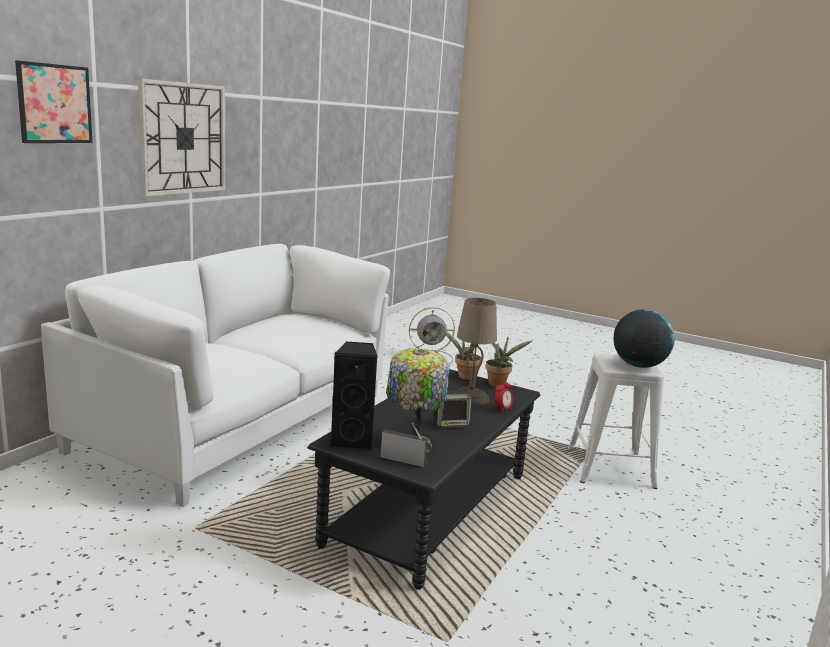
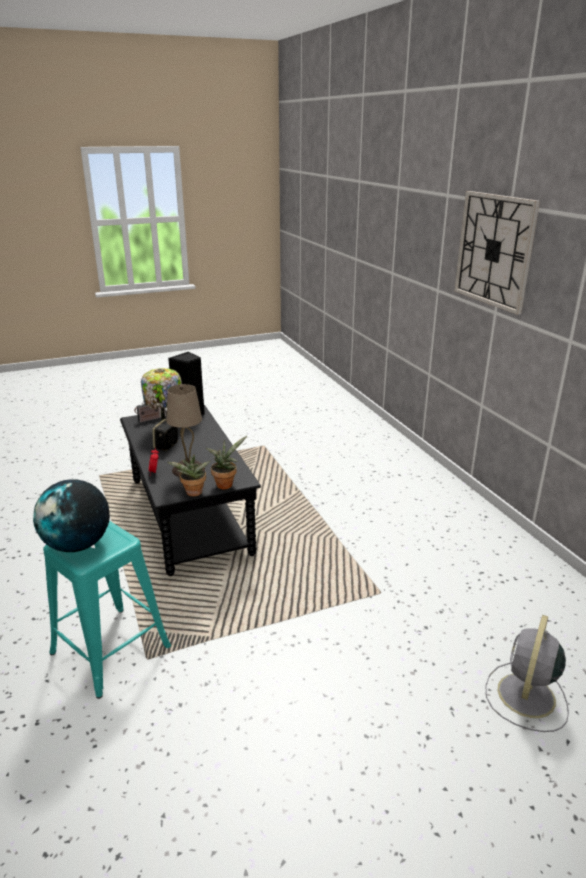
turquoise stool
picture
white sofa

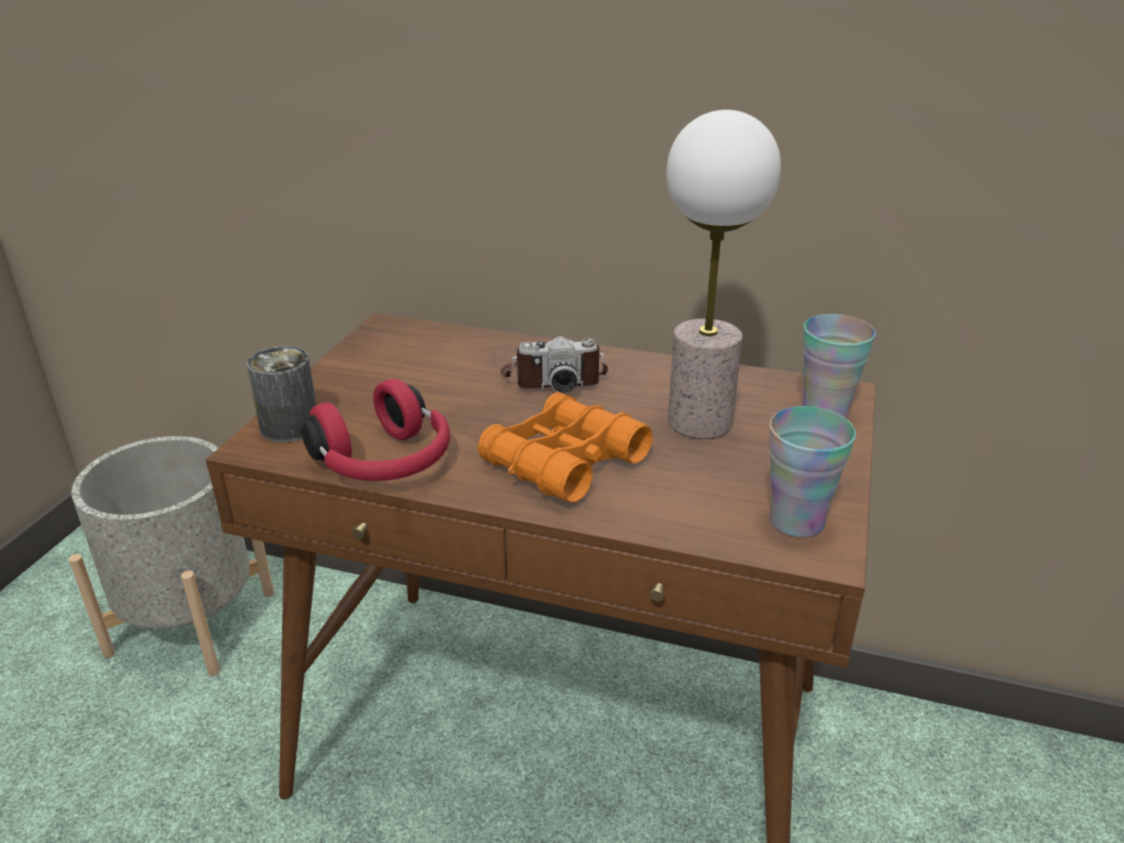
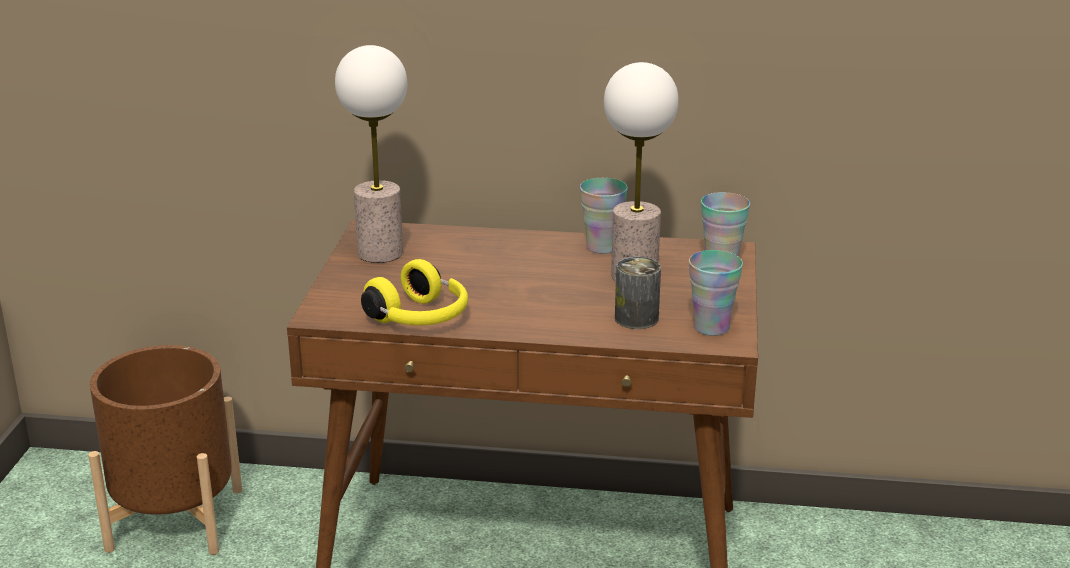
brown planter
table lamp (no. 1 from left)
yellow headphones
cup (no. 1 from left)
can
orange binoculars
photo camera

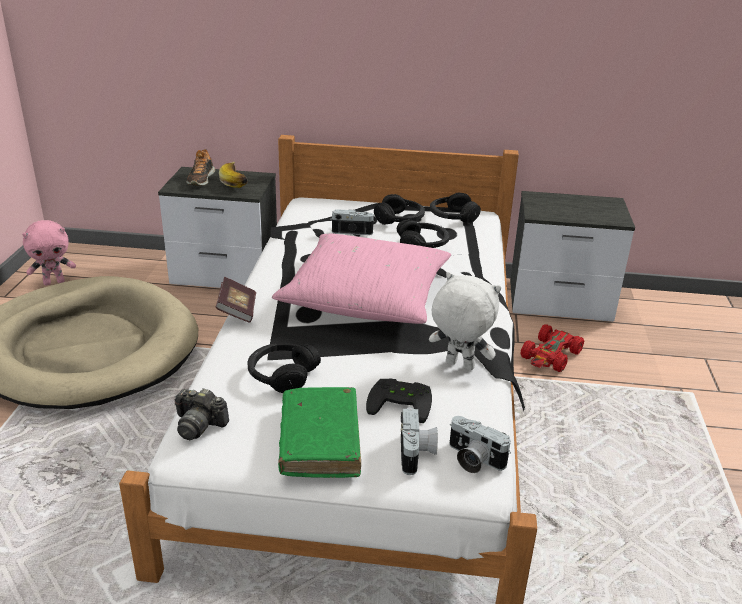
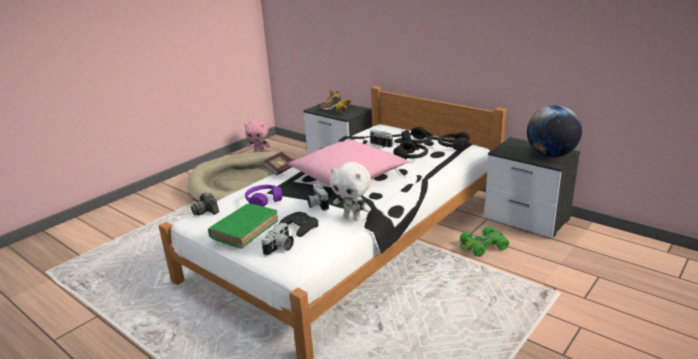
purple headphones
photo camera (no. 3 from left)
white plush toy
green toy car
globe

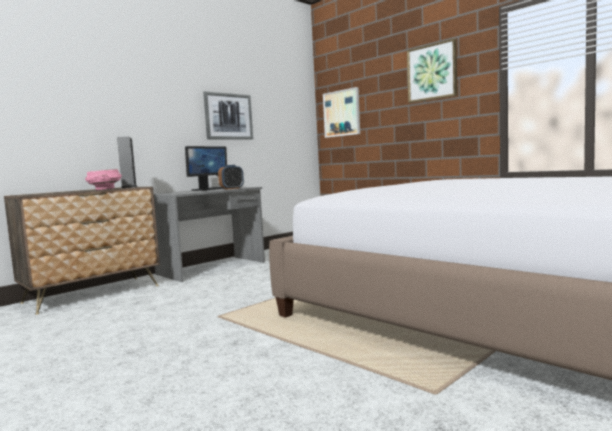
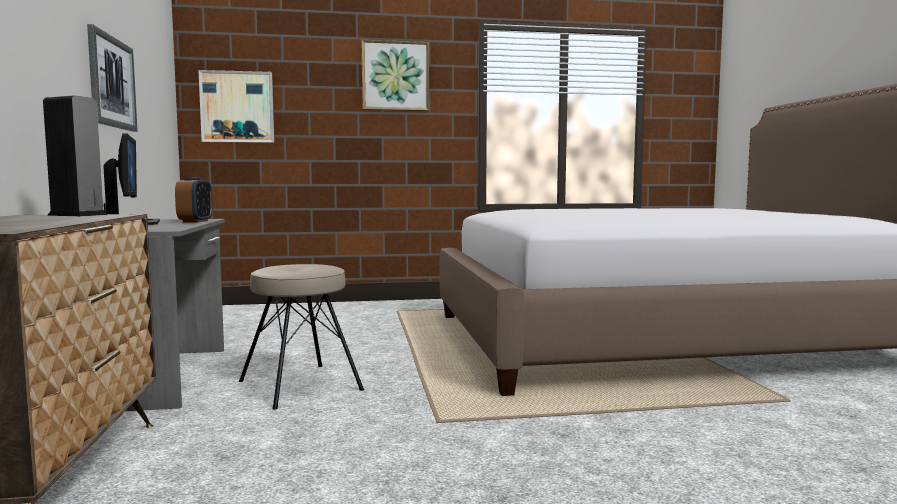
beige stool
pink bowl

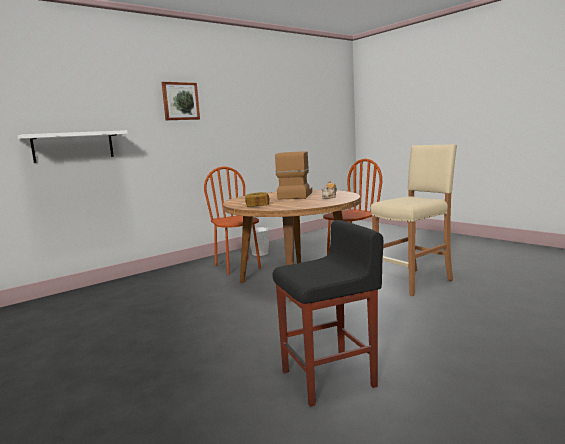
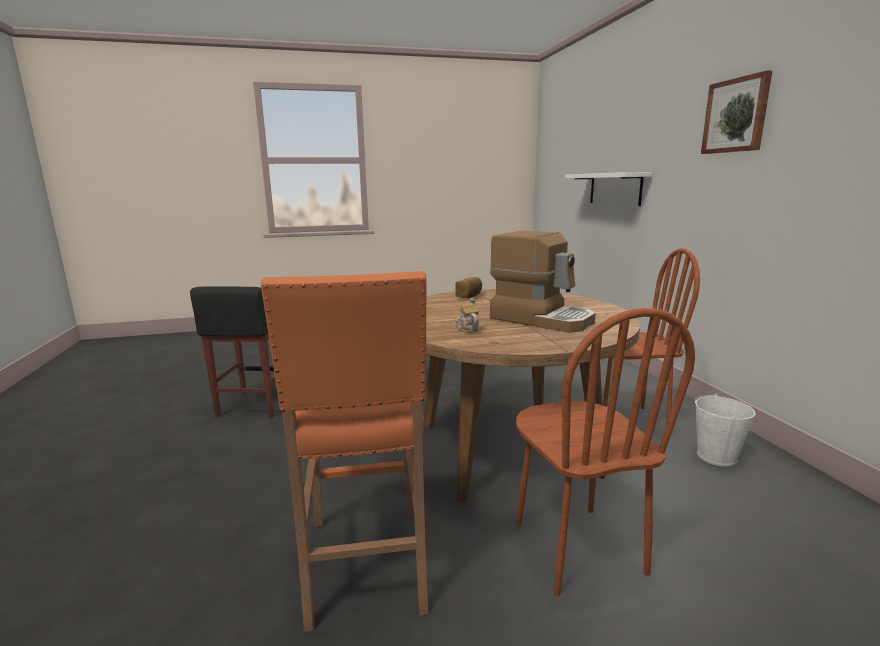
orange stool

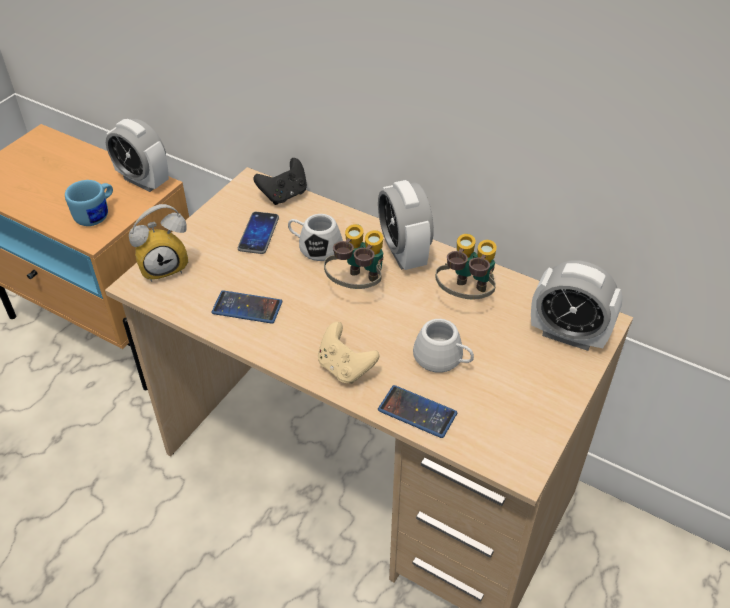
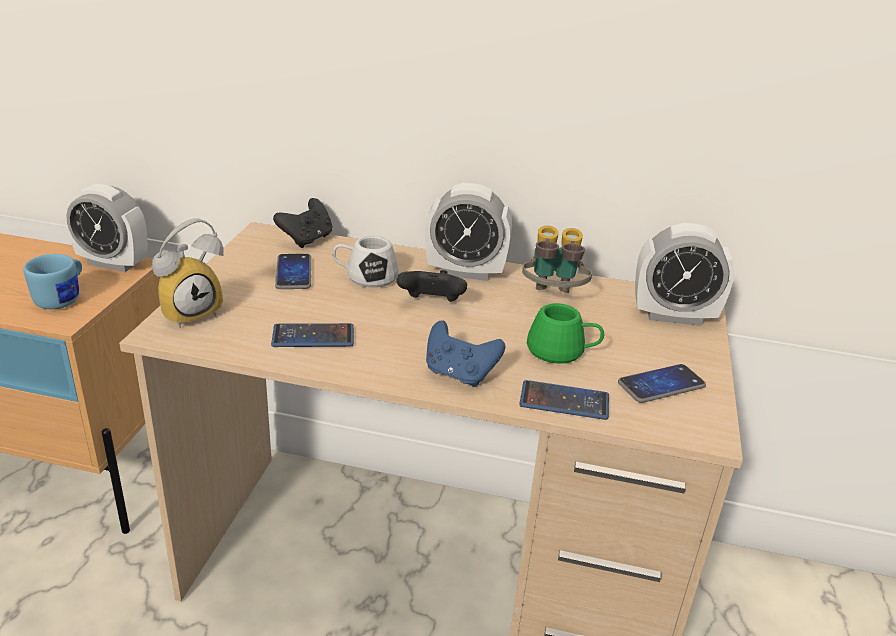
black game controller (no. 2 from left)
alarm clock (no. 3 from left)
blue game controller
green mug
phone (no. 4 from left)

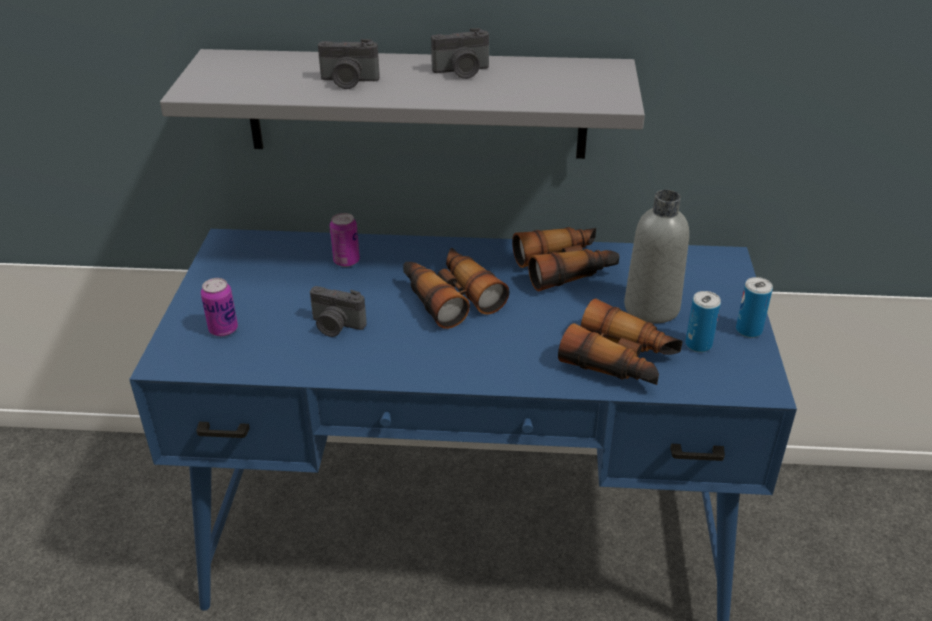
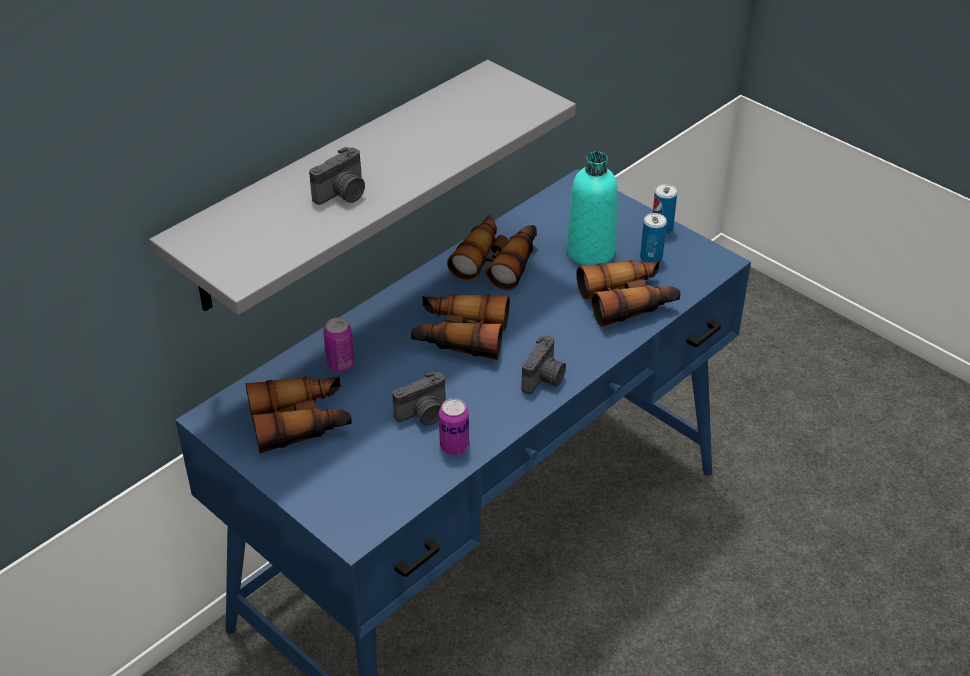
binoculars (no. 1 from left)
can (no. 2 from left)
photo camera (no. 3 from left)
turquoise bottle

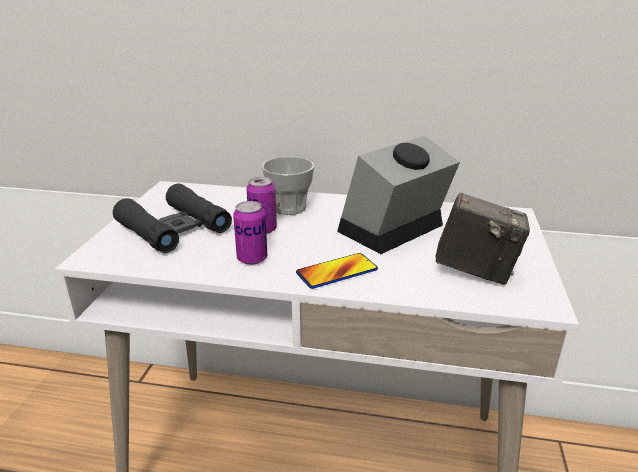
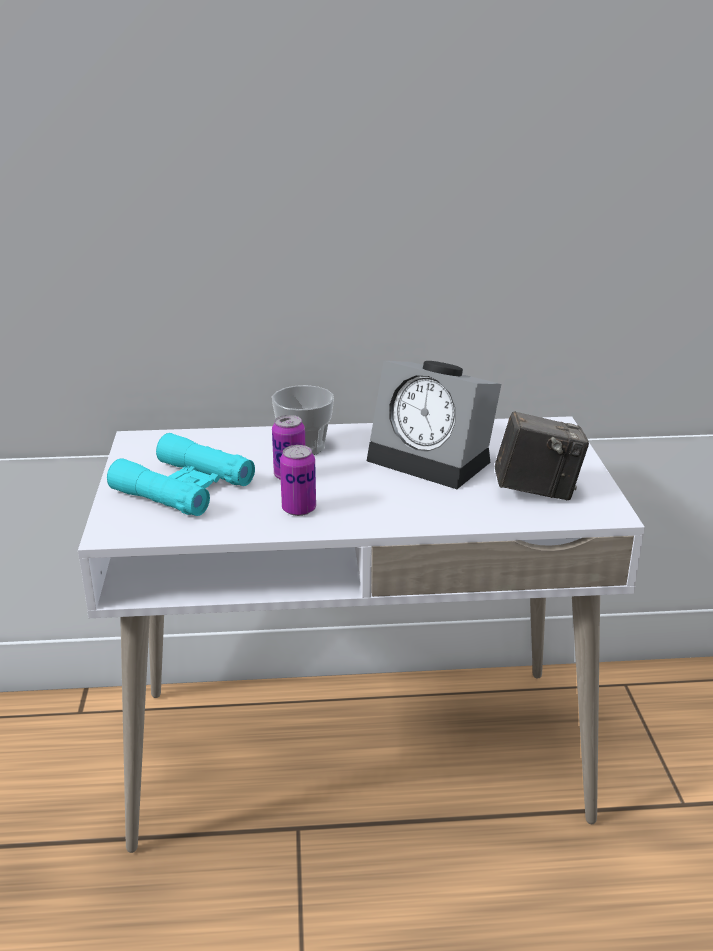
turquoise binoculars
alarm clock
phone

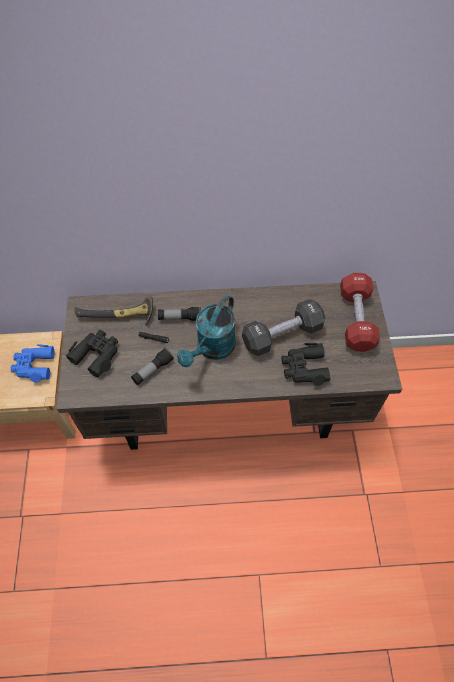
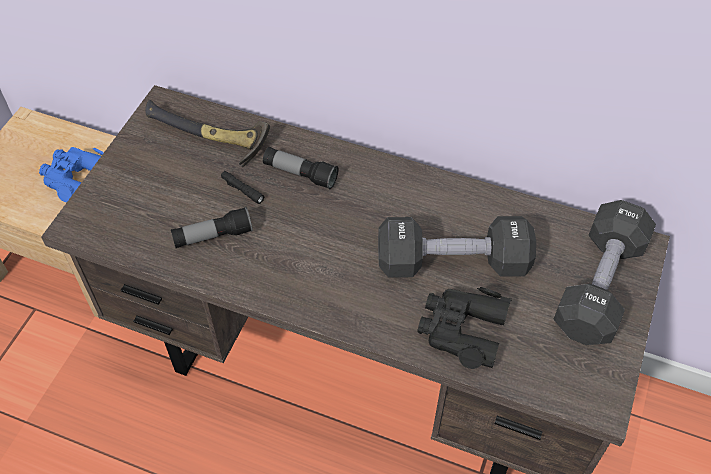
black dumbbell (no. 2 from left)
black binoculars (no. 1 from left in the first image)
turquoise watering can

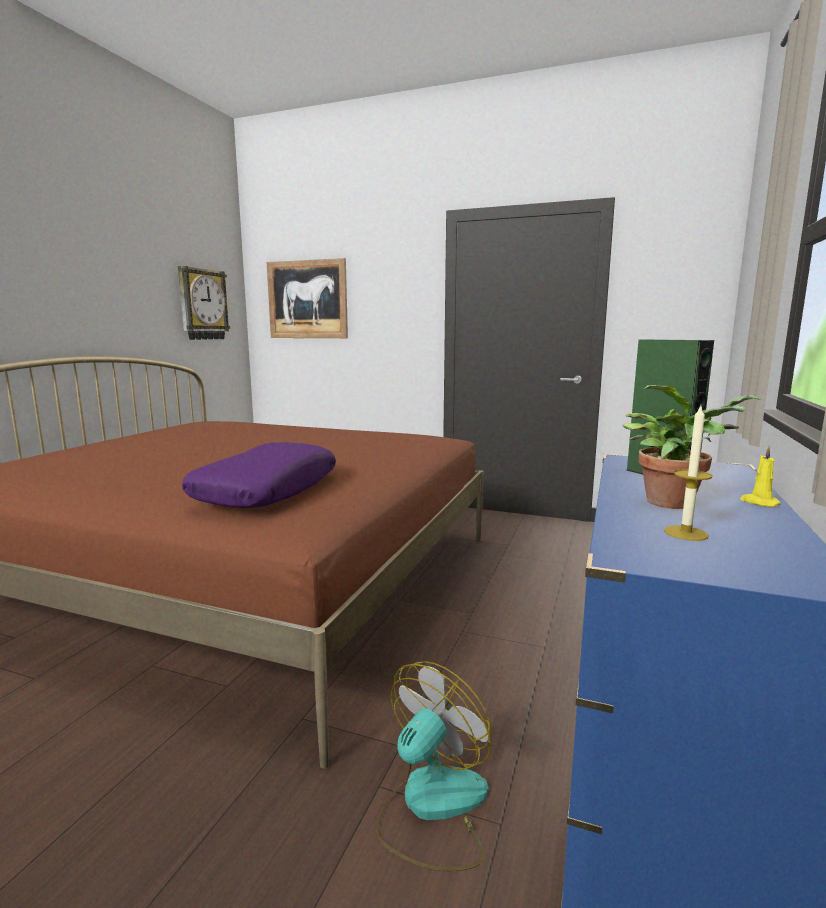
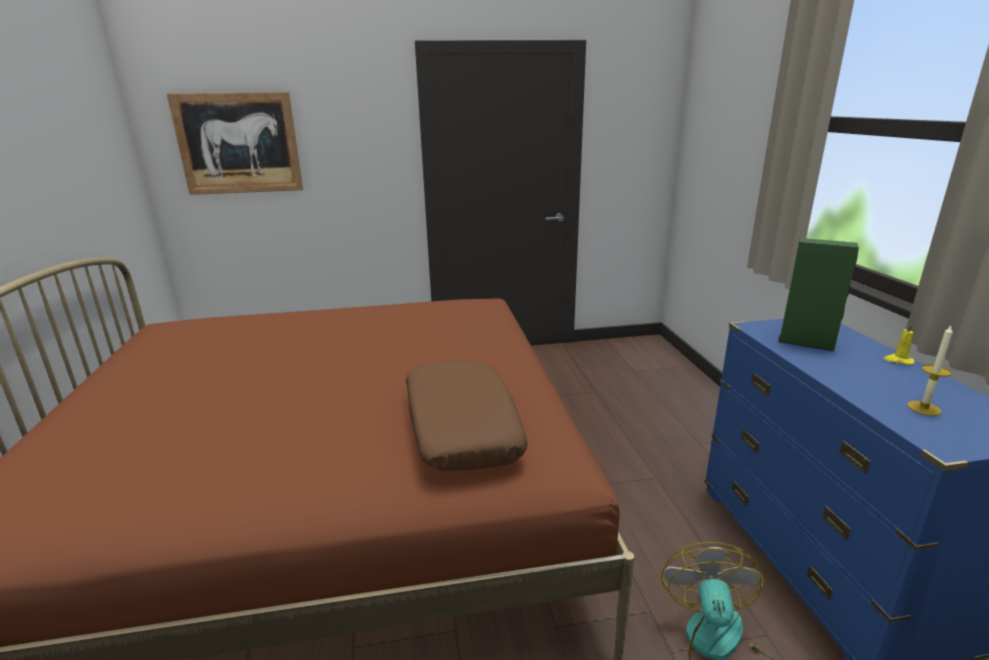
brown pillow
wall clock
potted plant

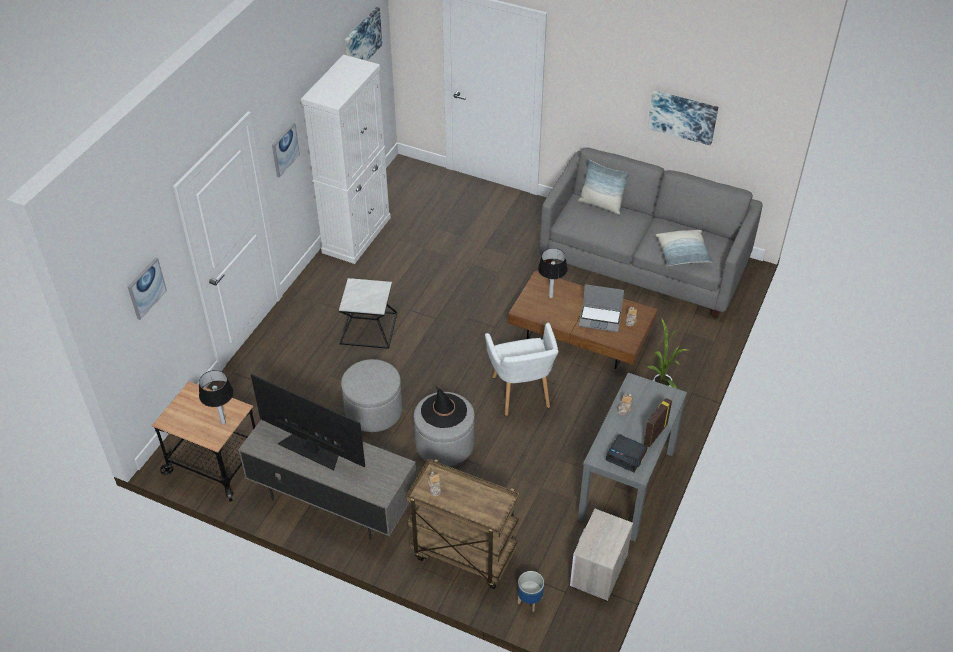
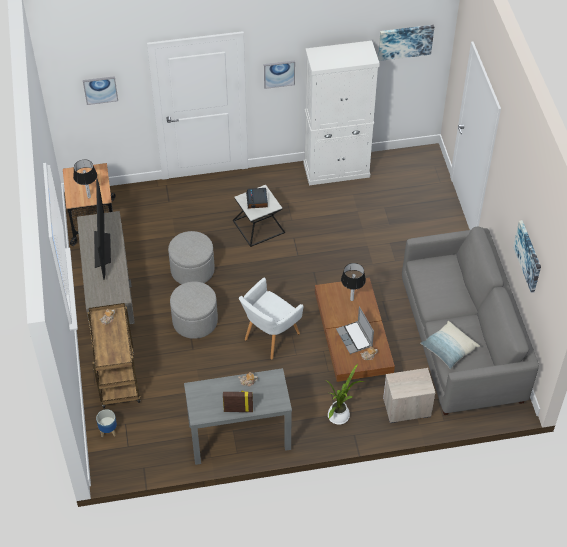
alarm clock
nightstand
black hat
pillow (no. 1 from left in the first image)

